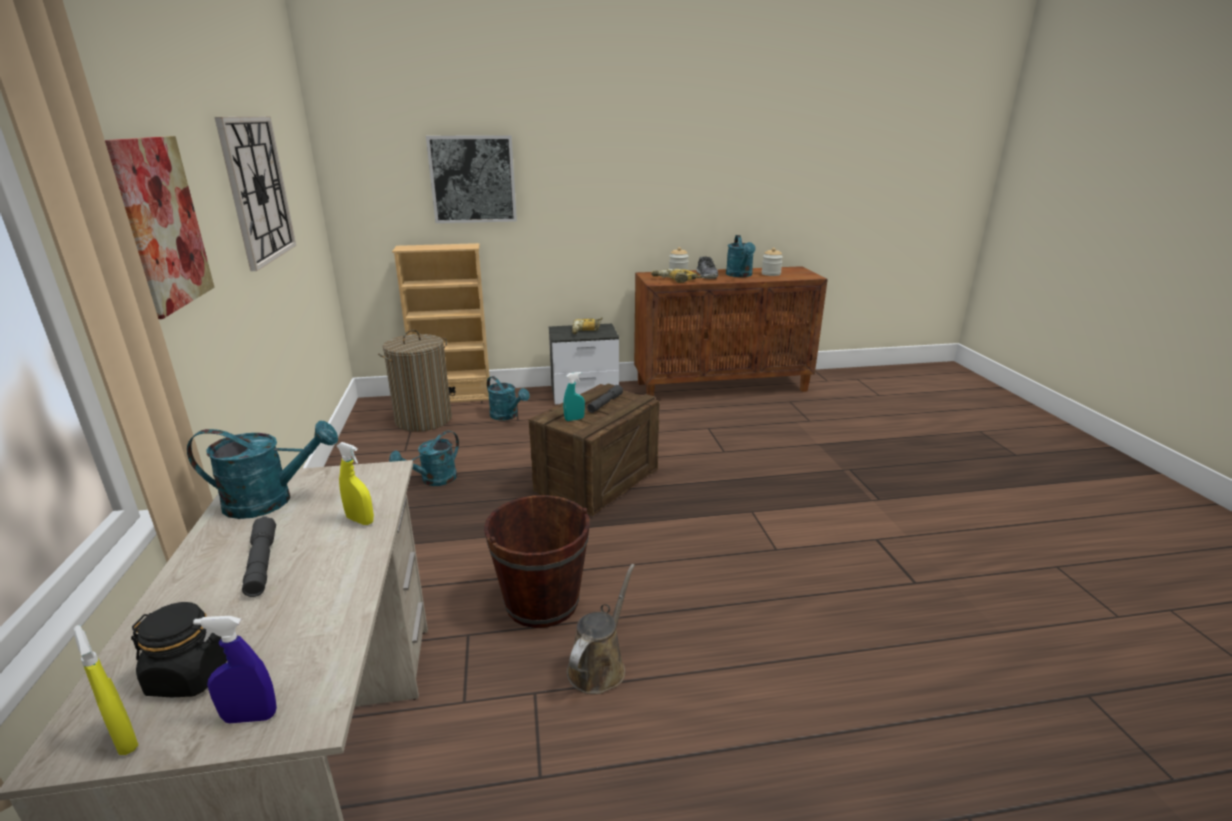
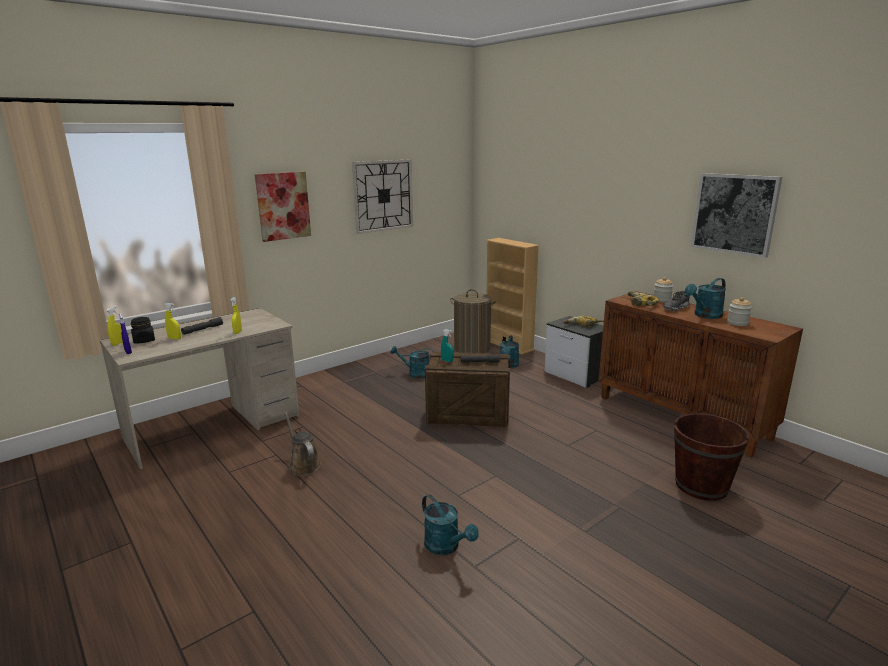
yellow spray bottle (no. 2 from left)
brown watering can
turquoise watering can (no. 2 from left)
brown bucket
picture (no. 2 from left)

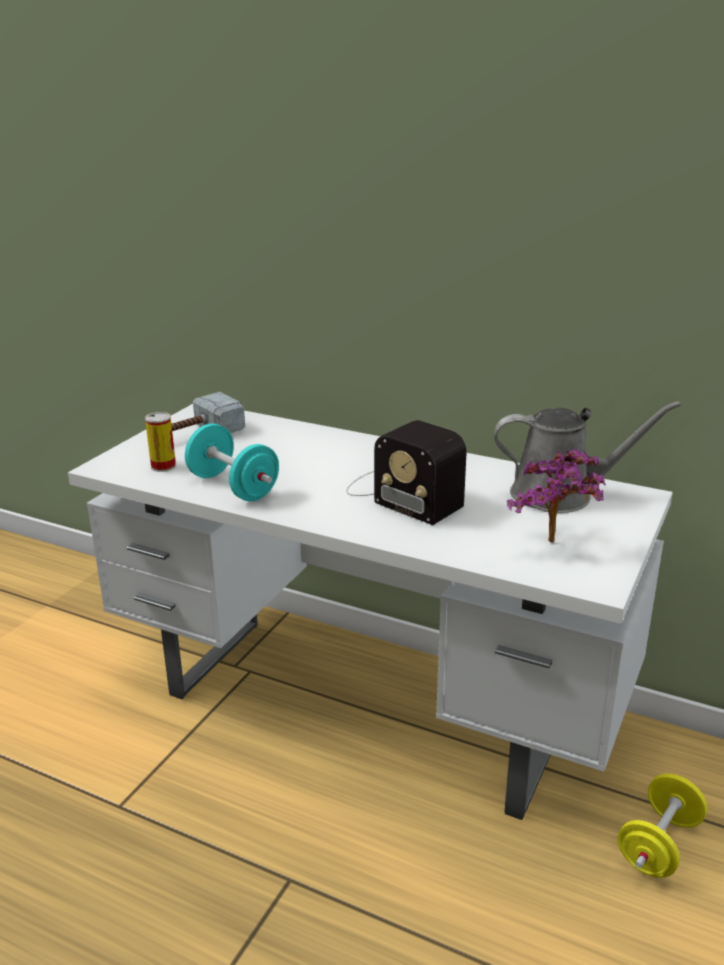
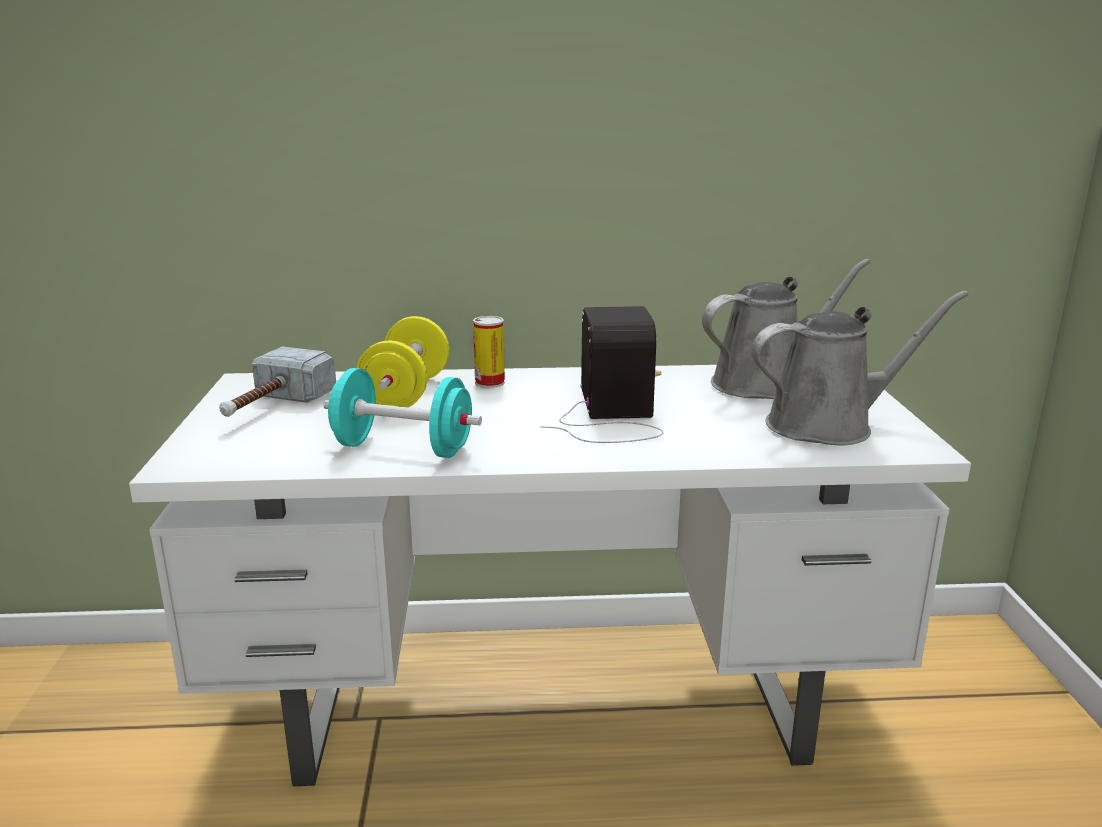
yellow dumbbell
can
radio
grey watering can (no. 2 from left)

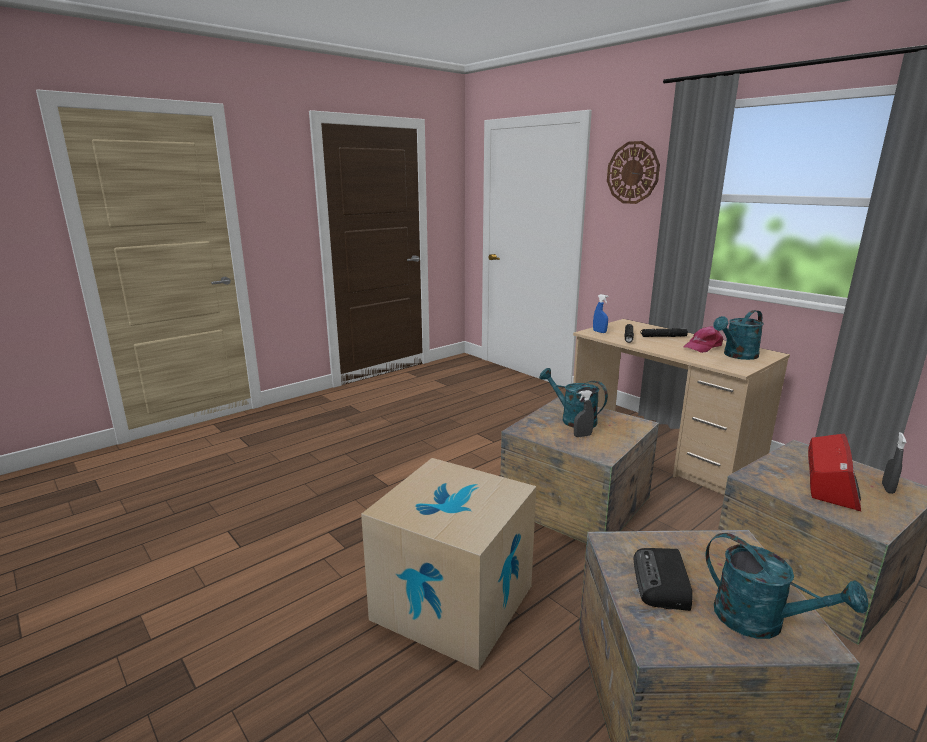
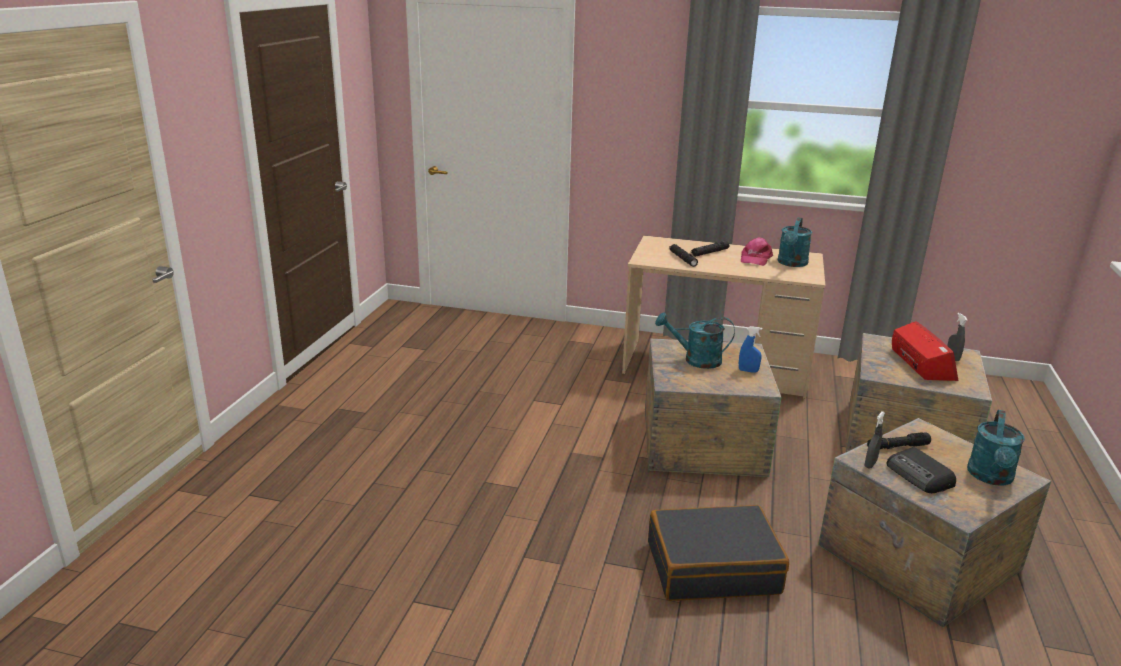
black suitcase
blue spray bottle
grey spray bottle (no. 1 from left)
black flashlight (no. 3 from left)
turquoise watering can (no. 3 from left)
wall clock

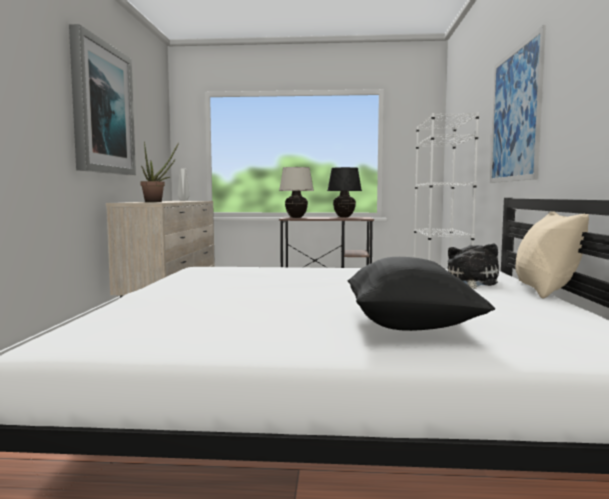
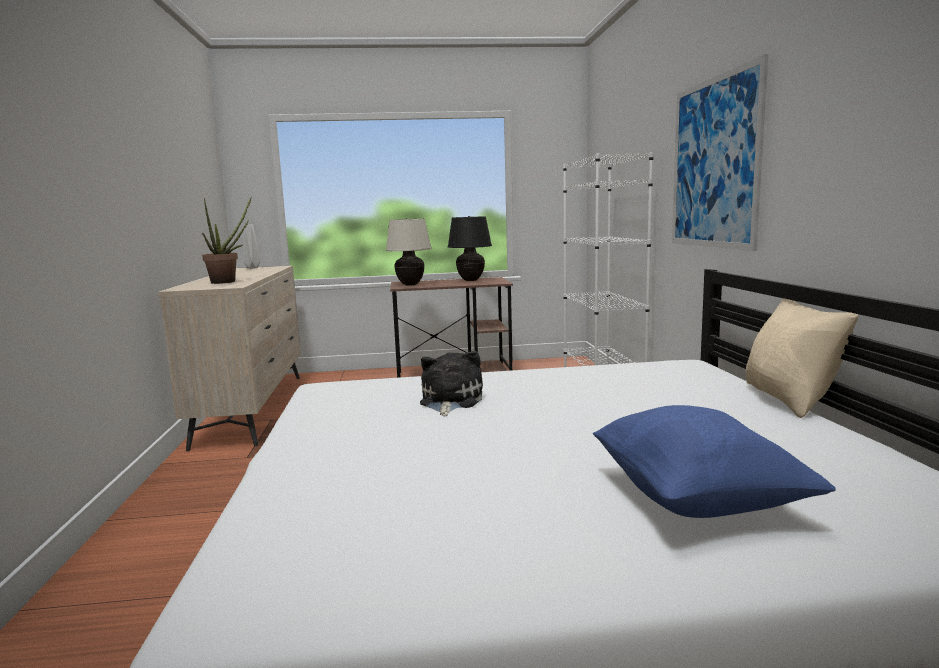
plush toy
blue pillow
picture (no. 1 from left in the first image)

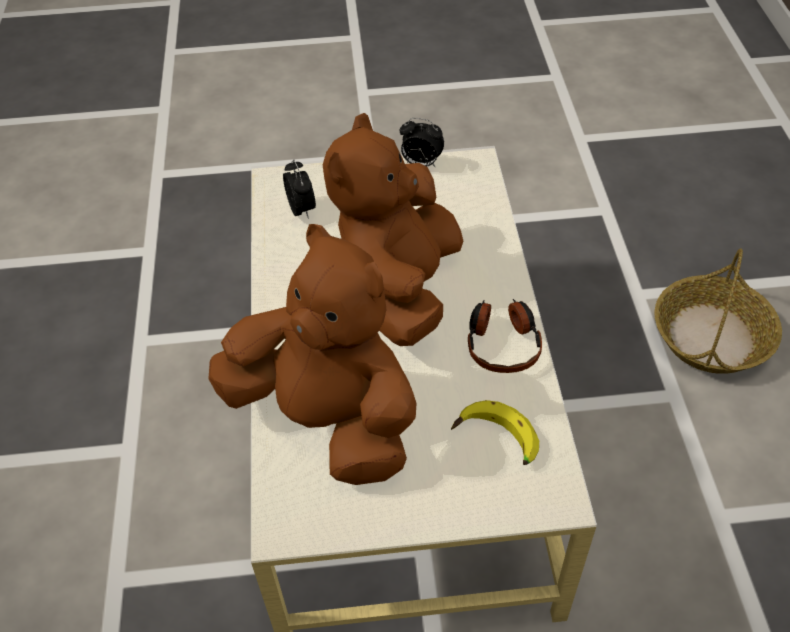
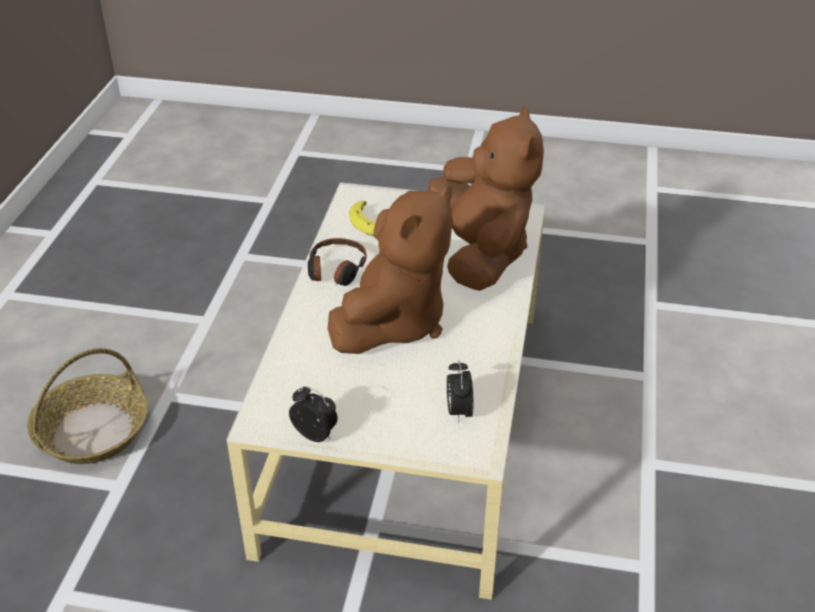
brown plush toy (no. 2 from left)

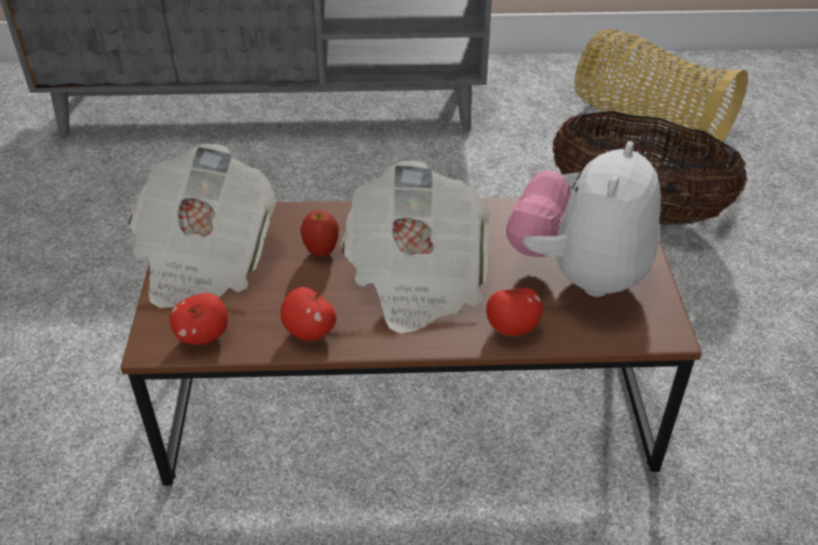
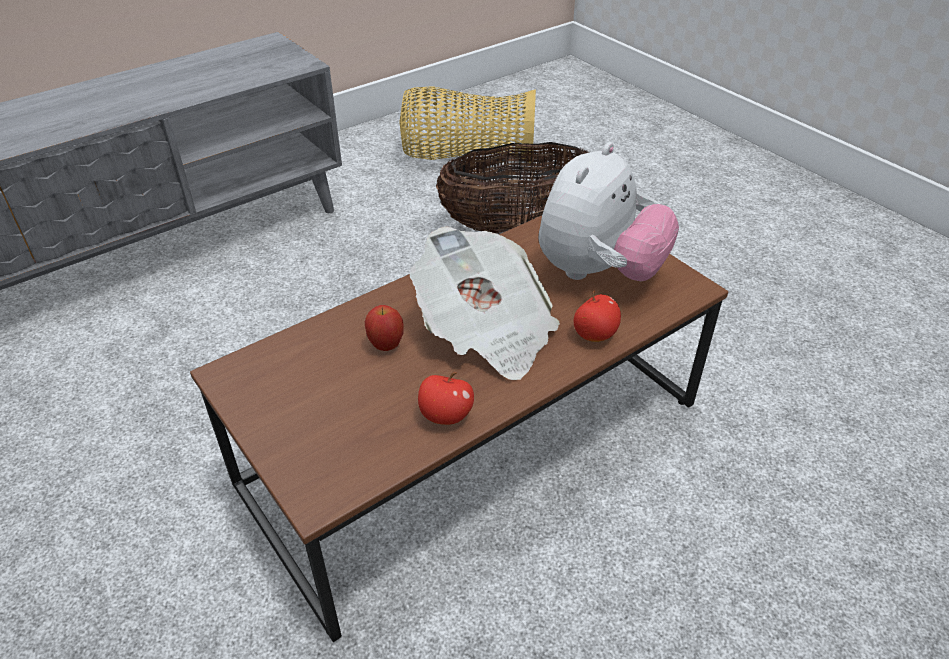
plush toy
newspaper (no. 1 from left in the first image)
apple (no. 1 from left in the first image)

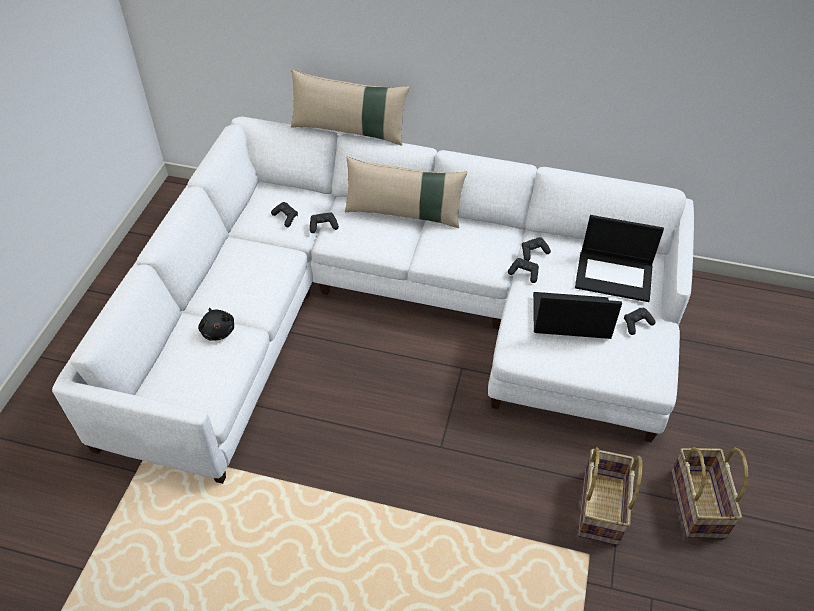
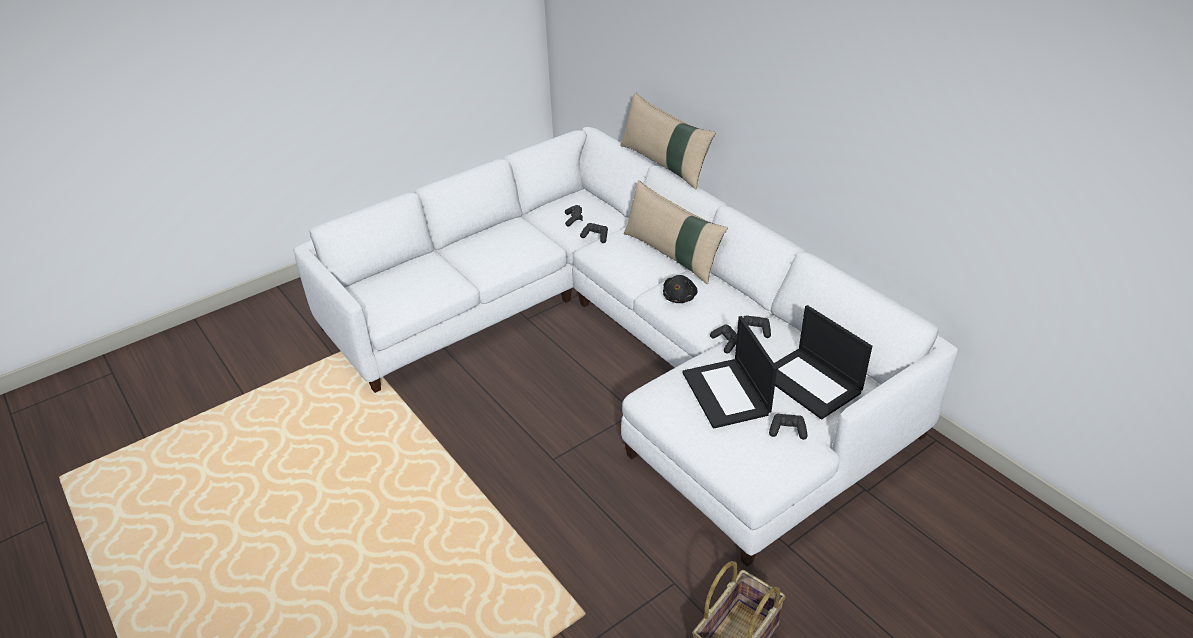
black plush toy
laptop (no. 1 from left)
basket (no. 1 from left in the first image)

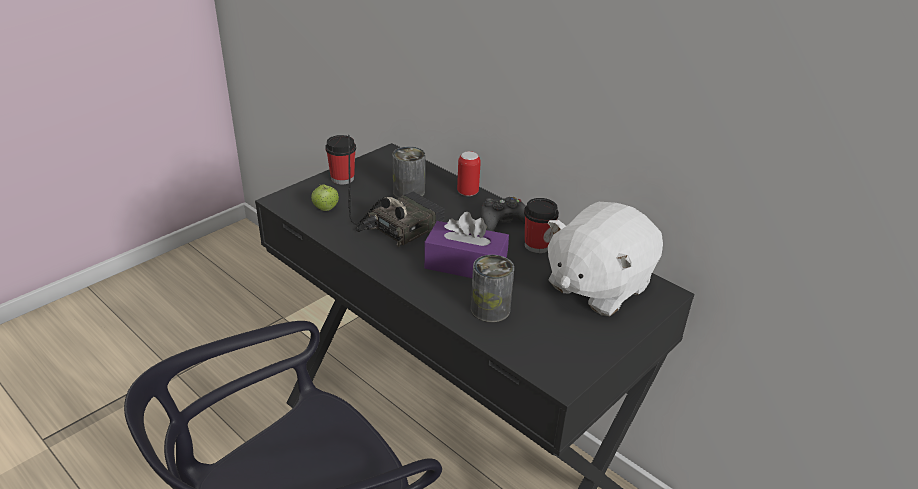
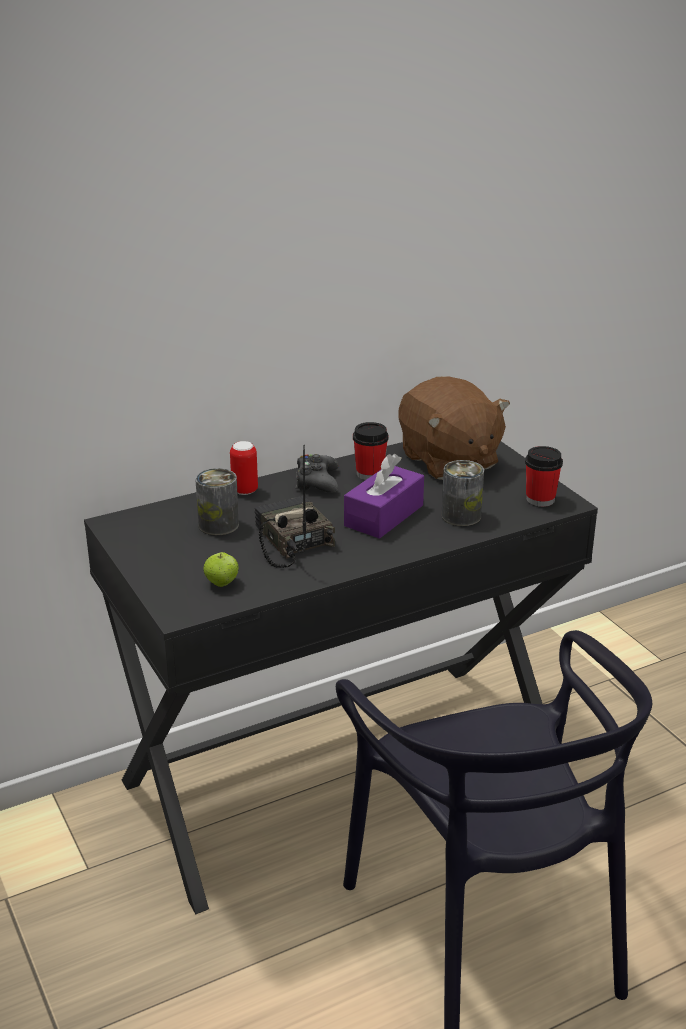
brown plush toy
cup (no. 2 from left)

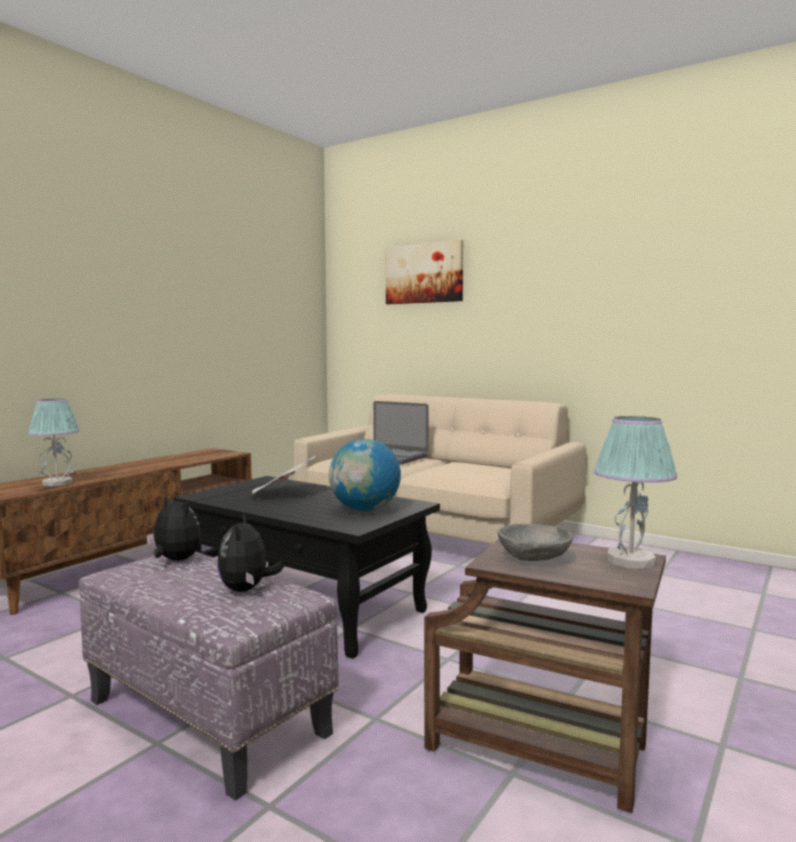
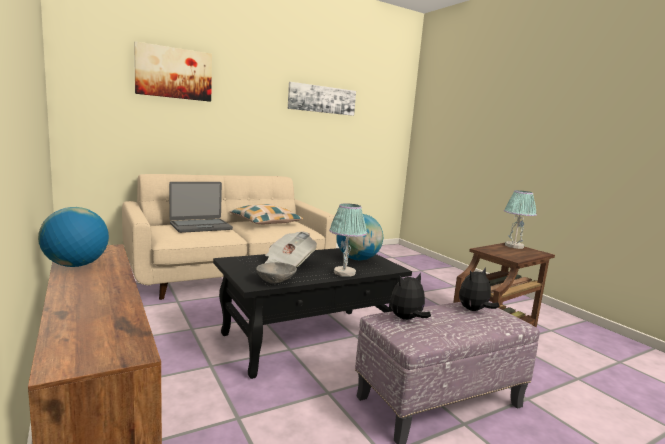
globe (no. 1 from left)
pillow
grey bowl
picture (no. 2 from left)
table lamp (no. 1 from left)
plush toy (no. 2 from left)

